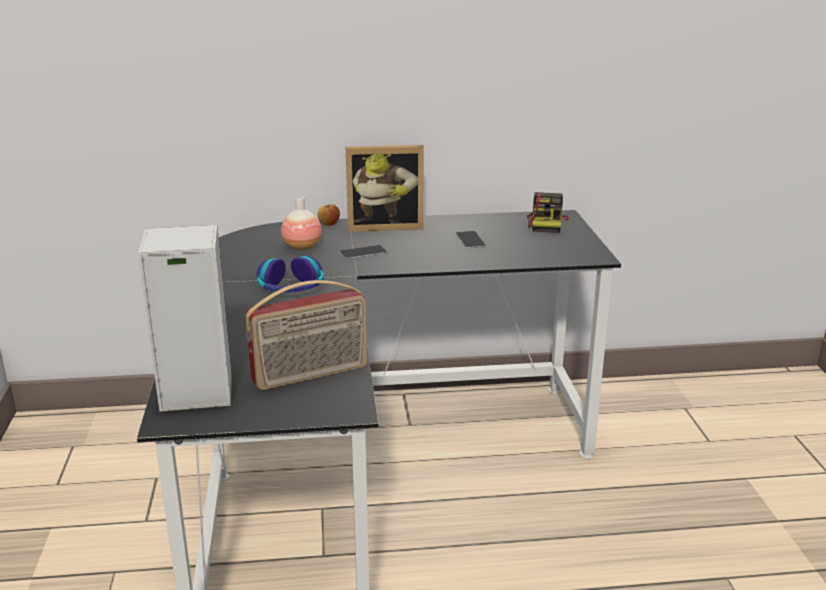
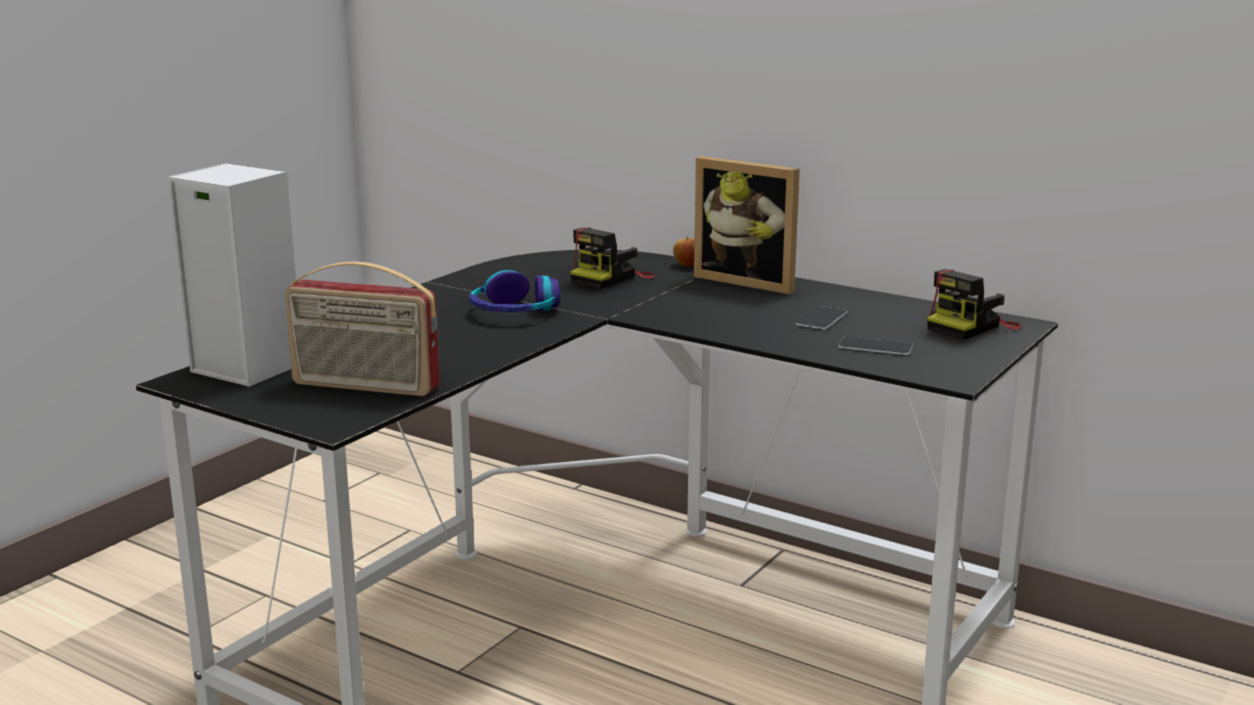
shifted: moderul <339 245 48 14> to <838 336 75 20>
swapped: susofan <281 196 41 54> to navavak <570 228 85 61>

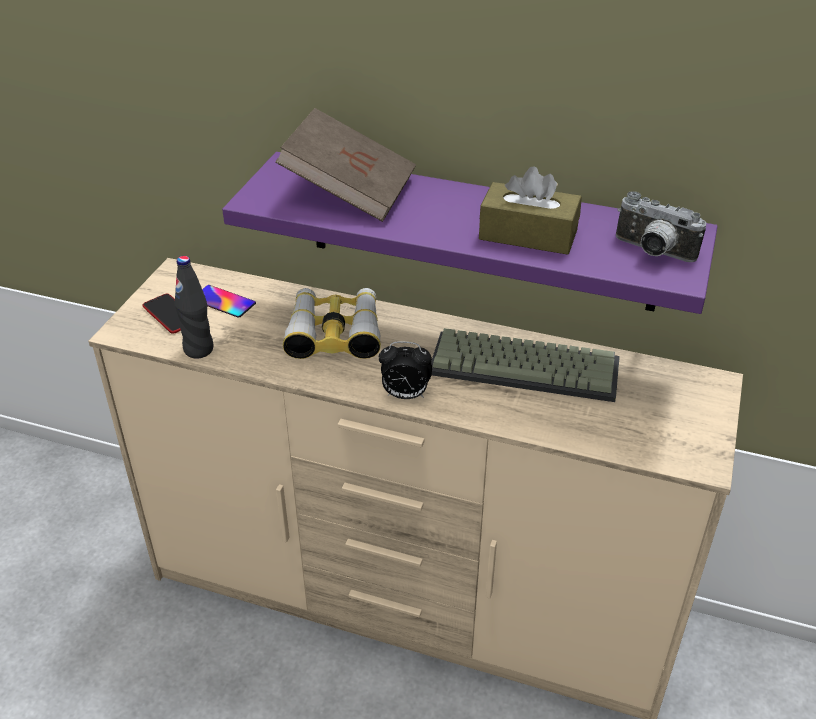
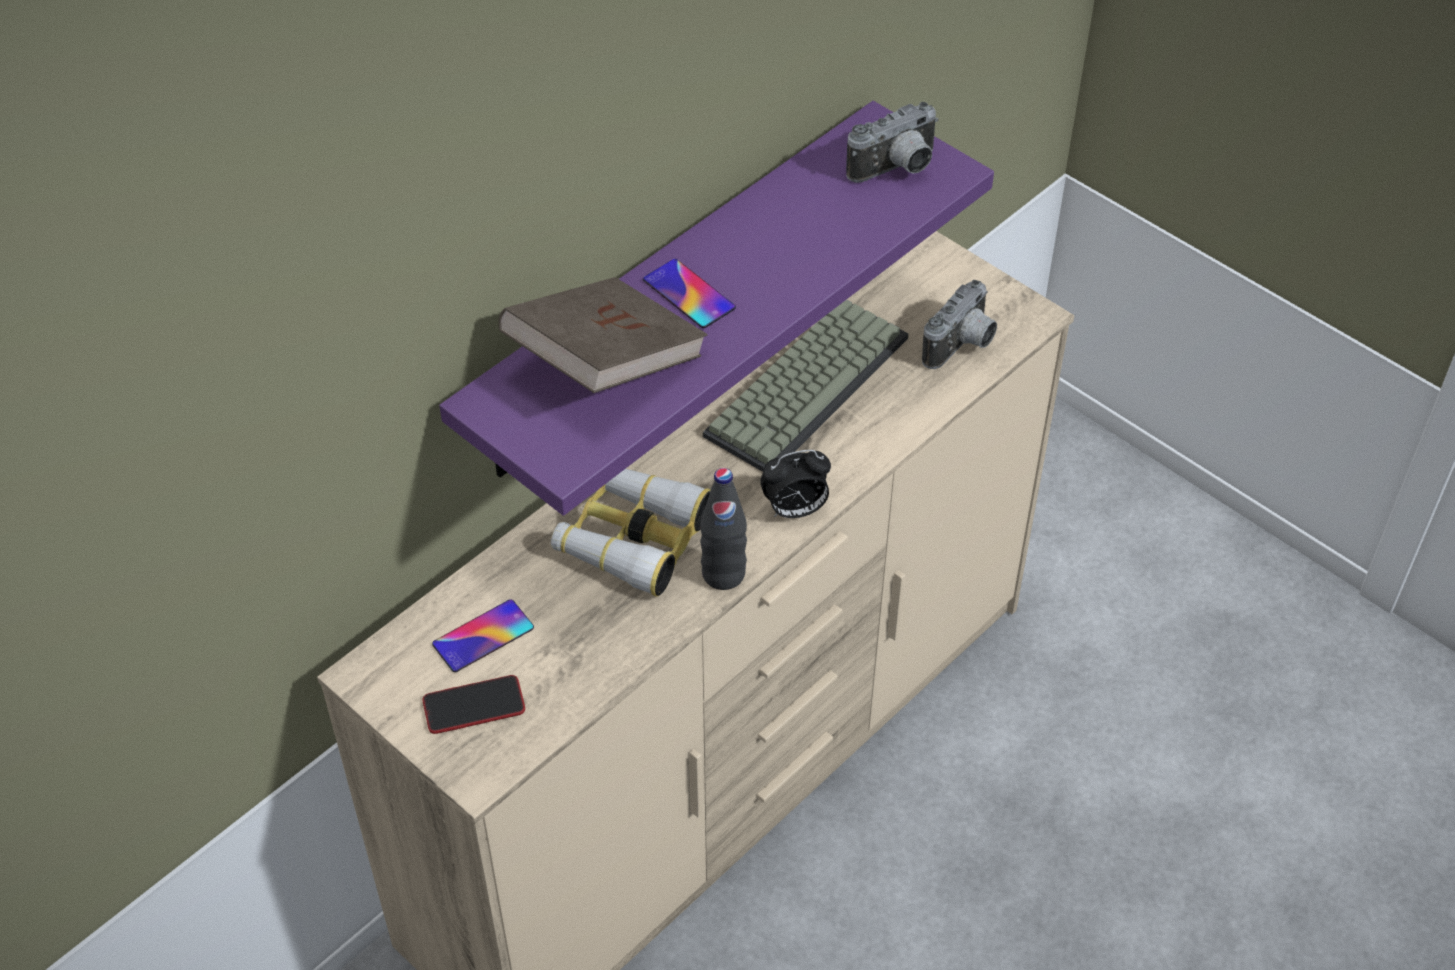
gone: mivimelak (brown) <479 166 103 89>
new: moderul <643 259 93 69>; navavak <922 280 75 89>
shifted: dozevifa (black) <174 256 39 102> to <700 468 47 122>
rotated: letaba <378 341 54 58> = <760 450 71 68> 45 degrees clockwise

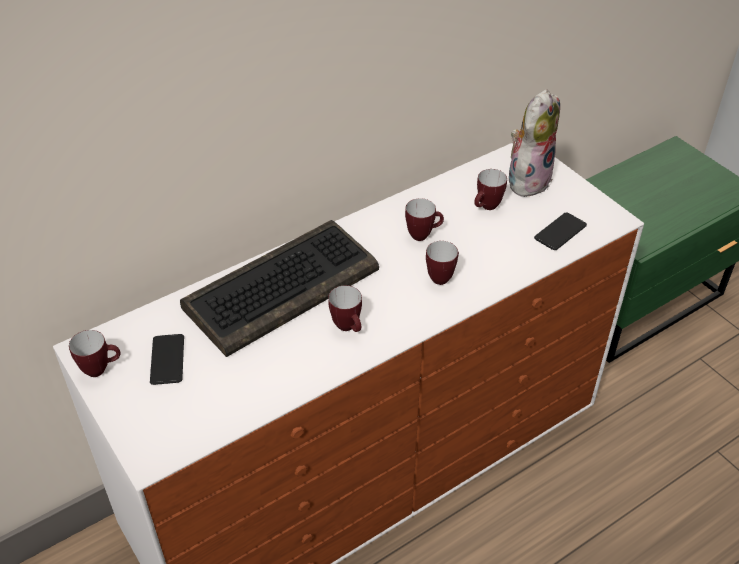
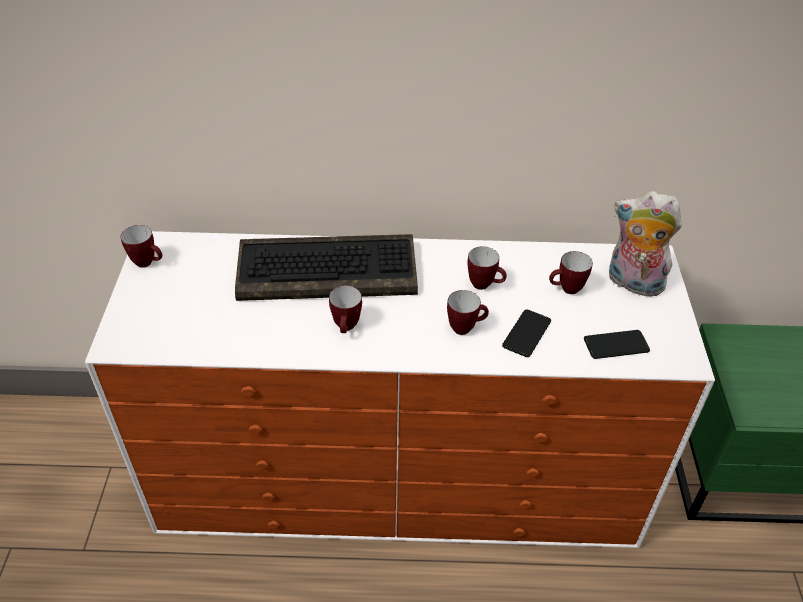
shifted: moderul <150 334 34 51> to <502 310 49 47>
rotated: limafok <509 89 51 108> = <609 191 73 106> 135 degrees counterclockwise

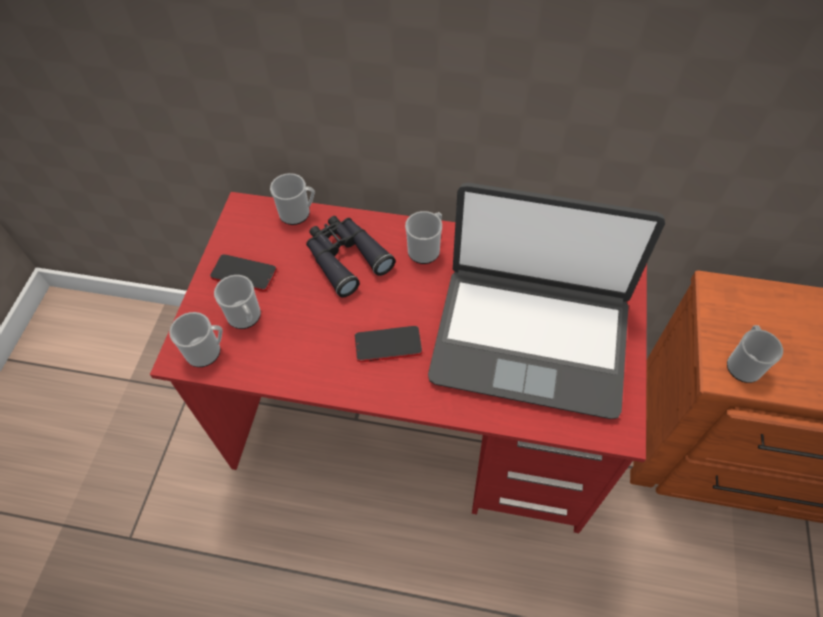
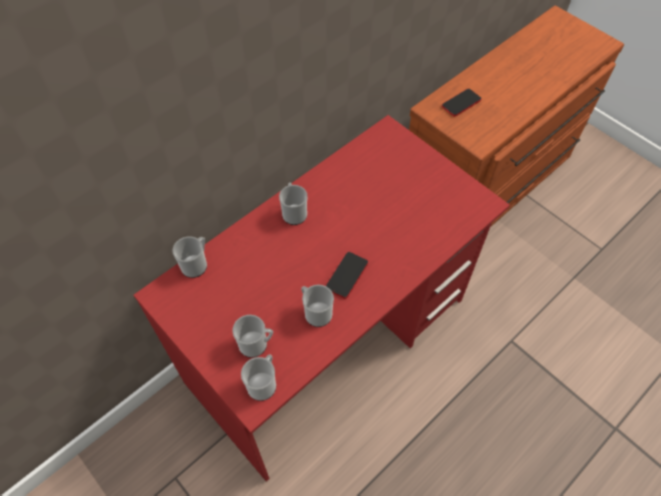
gone: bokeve <428 183 237 236>; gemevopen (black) <306 216 90 82>
shifted: moderul <210 254 67 37> to <442 89 39 28>; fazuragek <727 325 56 58> to <301 285 33 42>

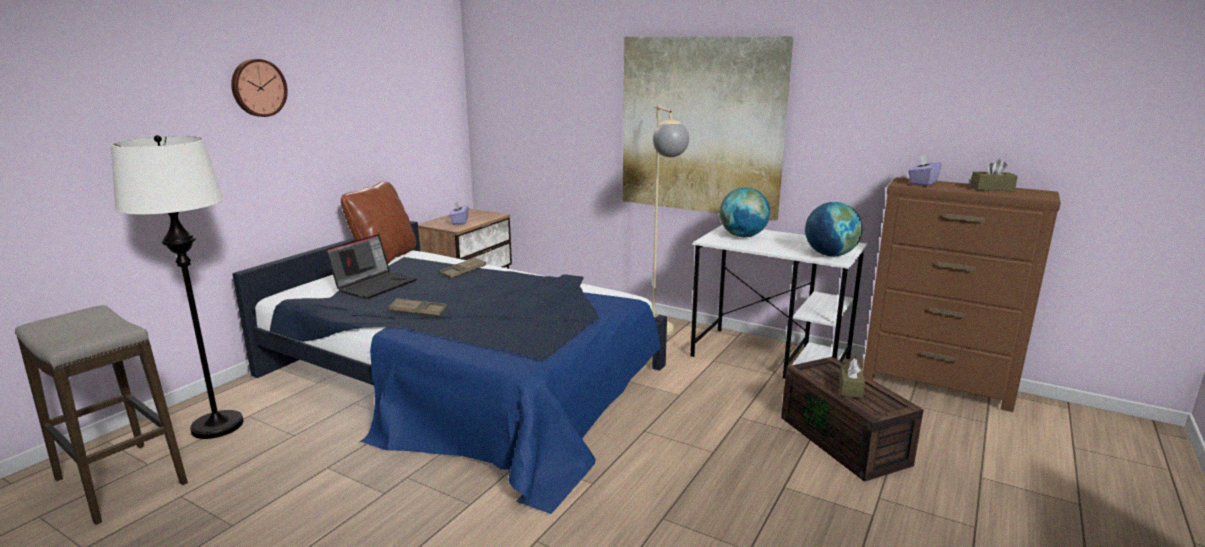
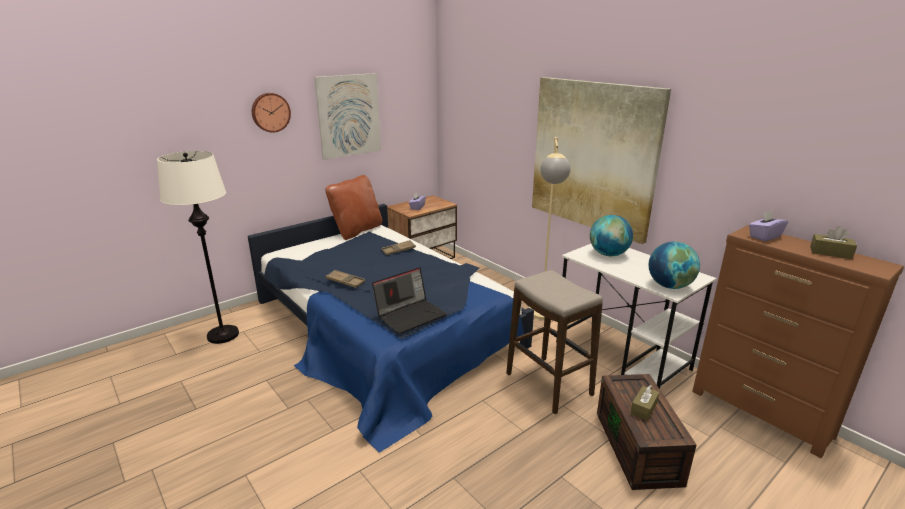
new: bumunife <314 73 67 87>
shifted: bokeve <326 234 91 65> to <372 267 75 67>; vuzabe <15 305 173 220> to <506 270 97 144>

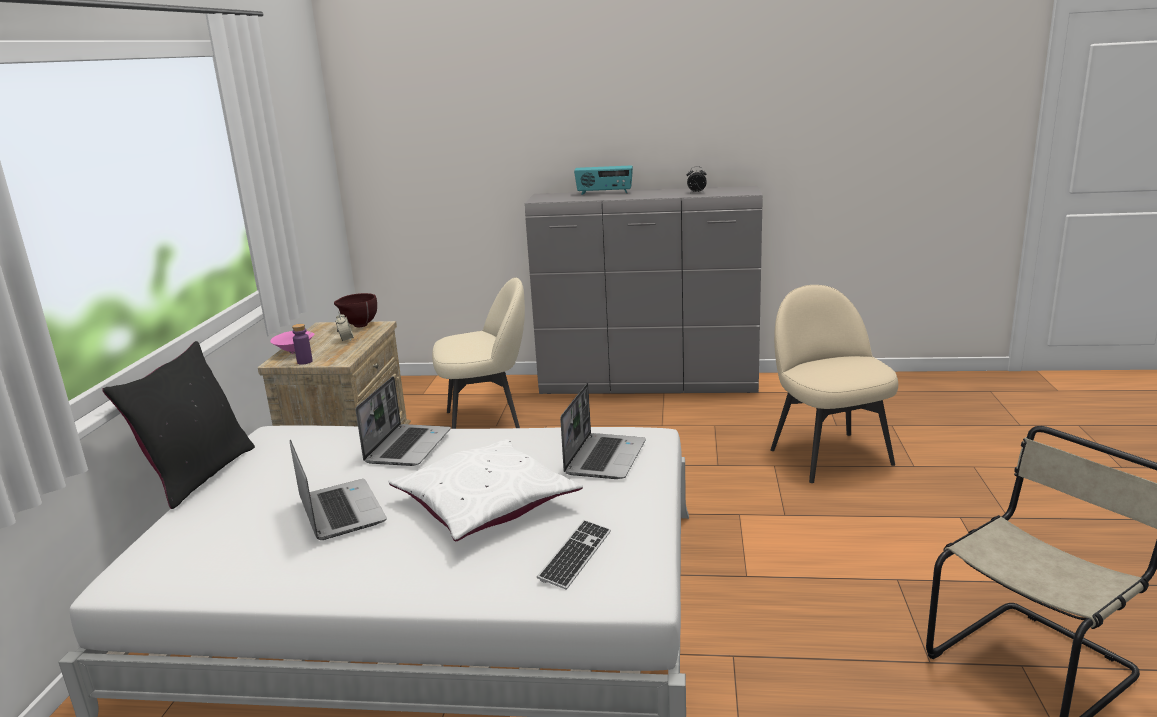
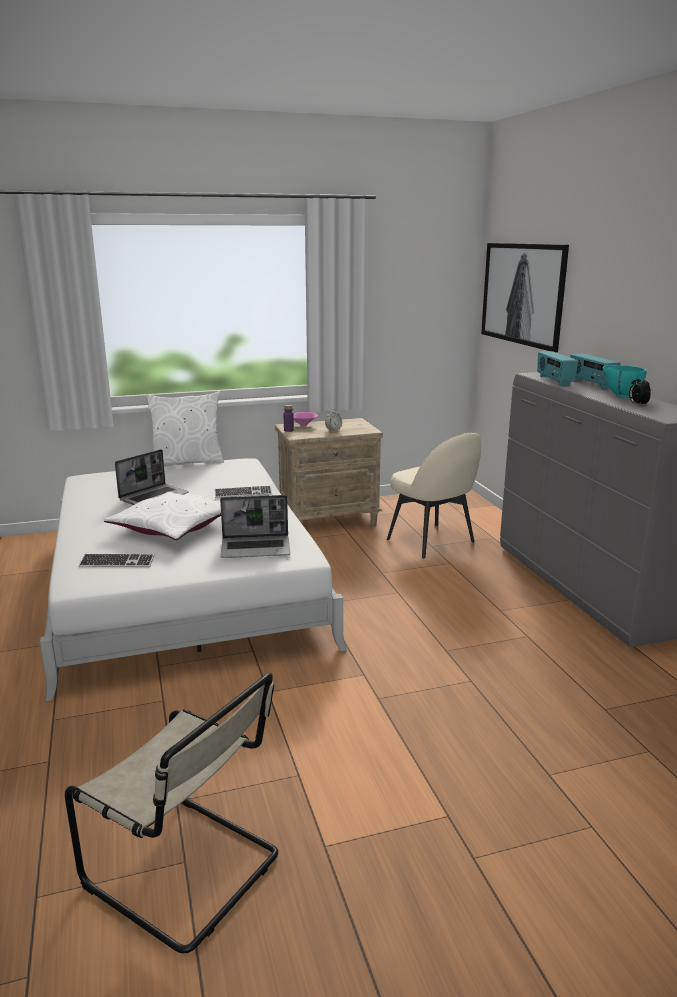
gone: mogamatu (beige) <770 285 128 198>; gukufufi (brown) <334 293 43 34>
new: bumunife <481 243 88 109>; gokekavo <537 351 41 35>; gukufufi (turquoise) <602 365 44 32>
swapped: bokeve <356 376 95 90> to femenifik <215 486 57 12>
repainted: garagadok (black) <102 341 153 168> to garagadok (white) <146 391 78 74>

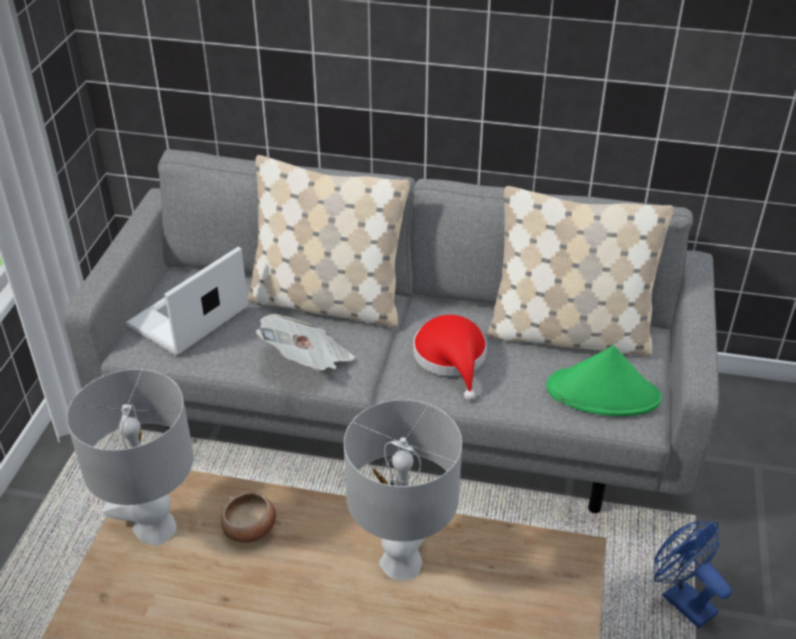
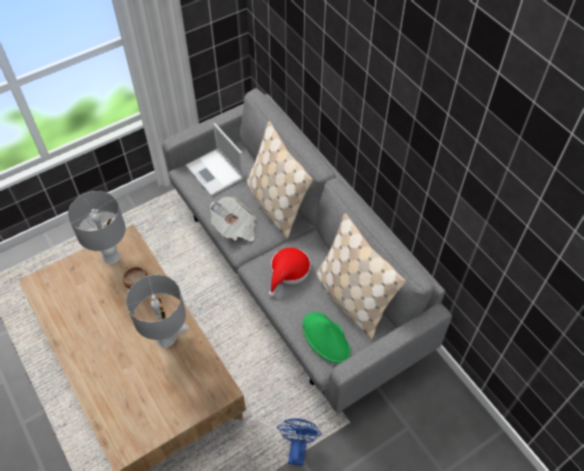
rotated: bokeve <126 246 122 110> = <186 123 58 73> 120 degrees counterclockwise

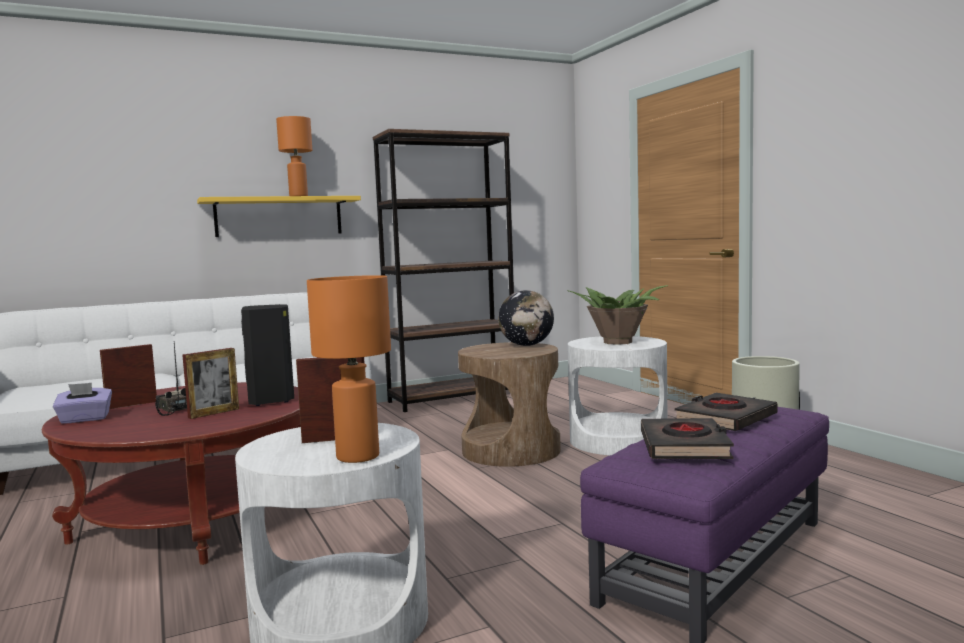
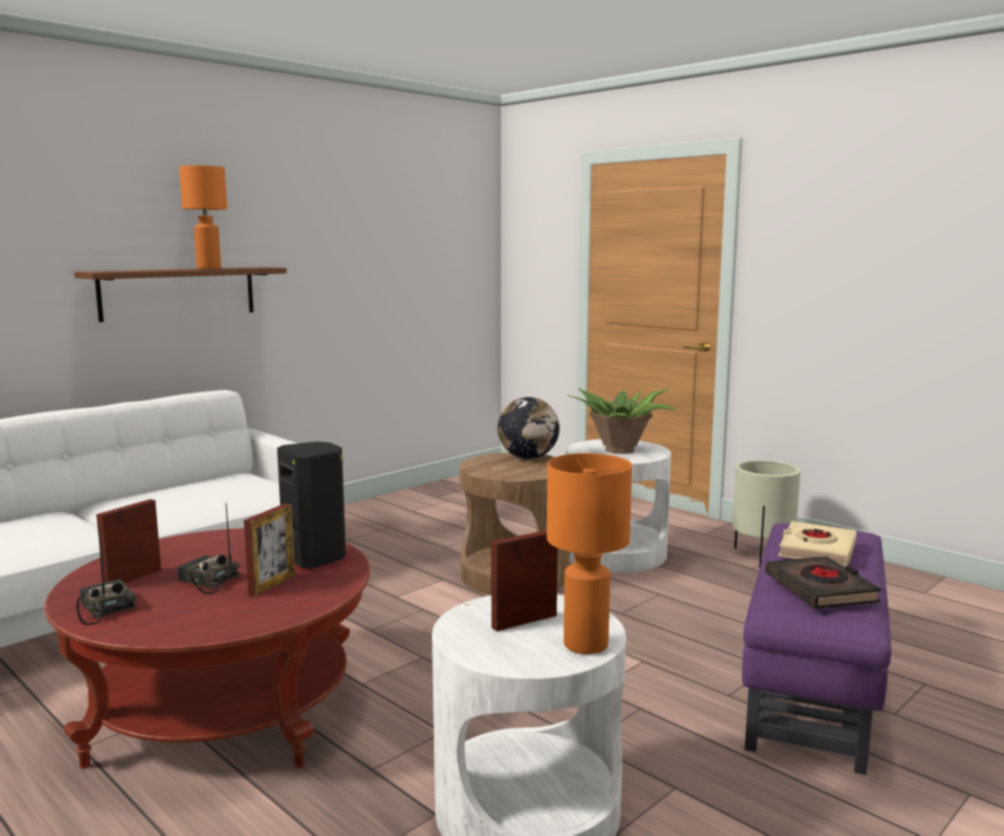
gone: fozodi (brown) <373 129 141 283>
swapped: mivimelak (purple) <53 383 59 41> to gokekavo <76 529 61 96>
repainted: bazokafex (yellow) <197 196 164 41> to bazokafex (brown) <74 267 213 55>; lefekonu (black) <674 393 104 38> to lefekonu (beige) <778 521 79 46>

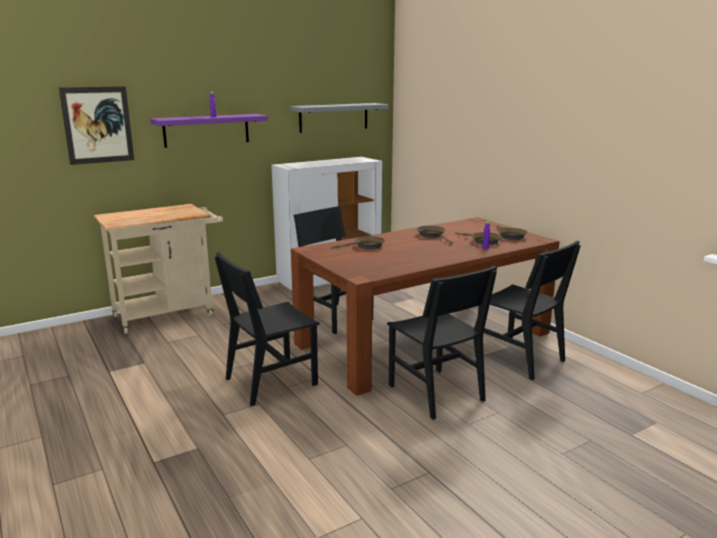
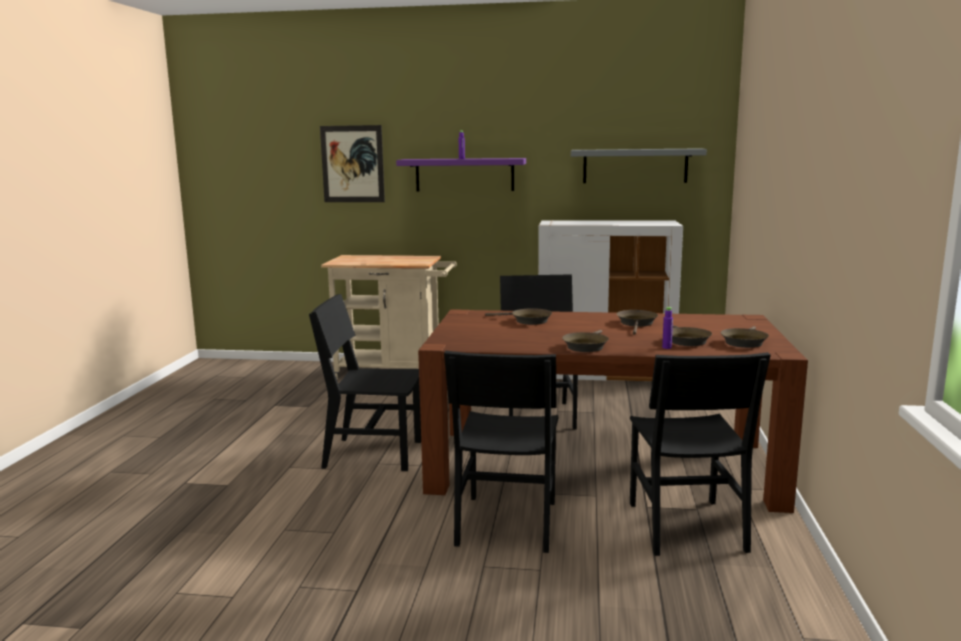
new: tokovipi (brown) <562 330 47 22>

